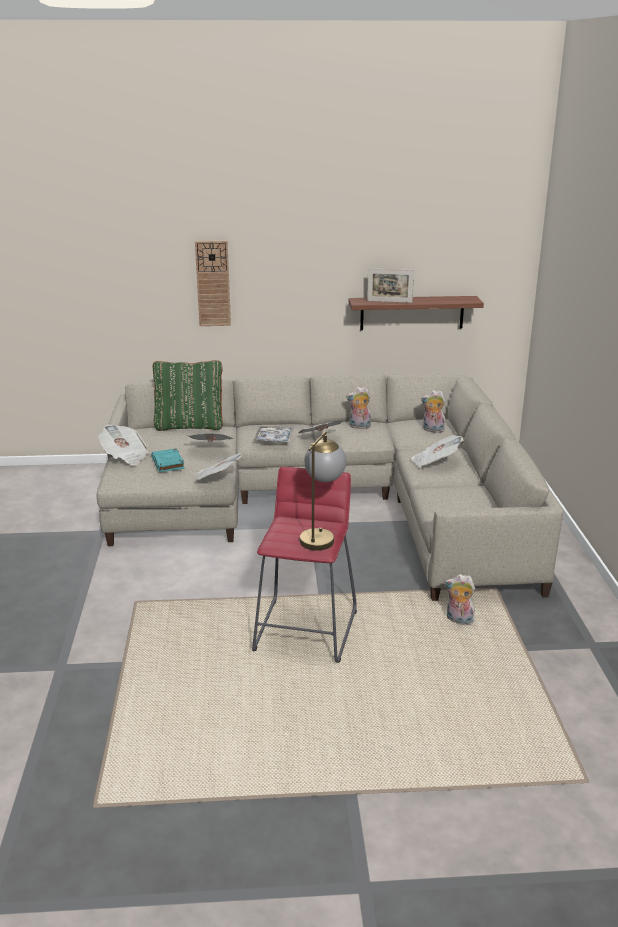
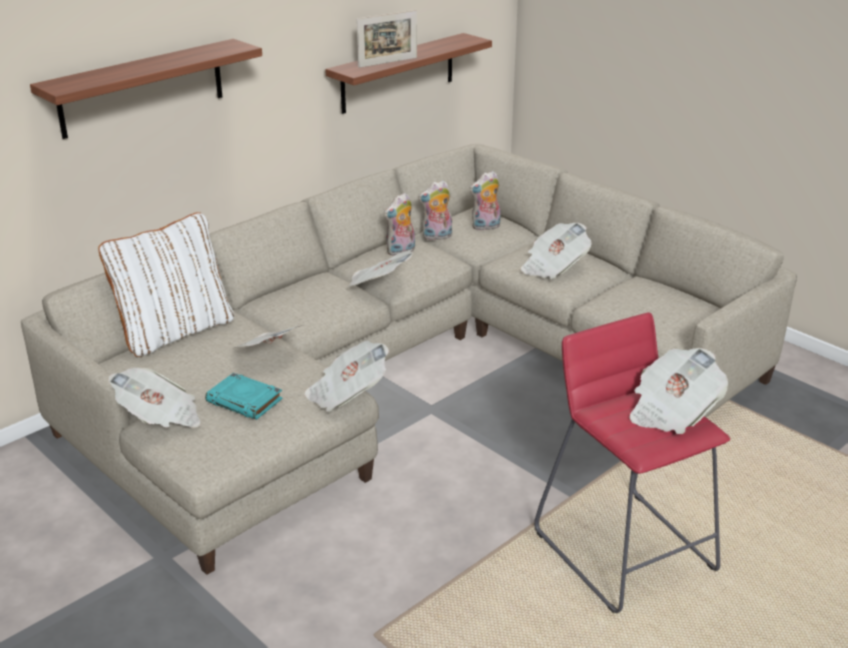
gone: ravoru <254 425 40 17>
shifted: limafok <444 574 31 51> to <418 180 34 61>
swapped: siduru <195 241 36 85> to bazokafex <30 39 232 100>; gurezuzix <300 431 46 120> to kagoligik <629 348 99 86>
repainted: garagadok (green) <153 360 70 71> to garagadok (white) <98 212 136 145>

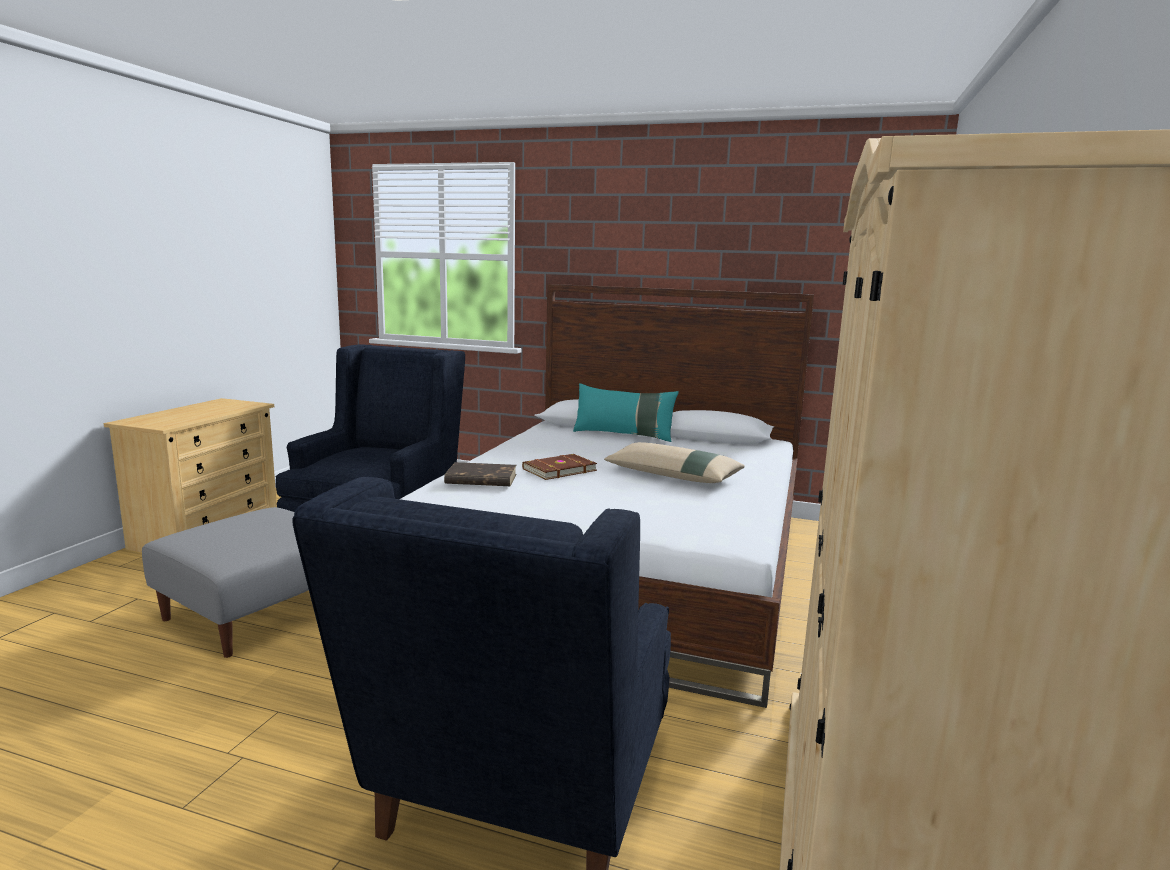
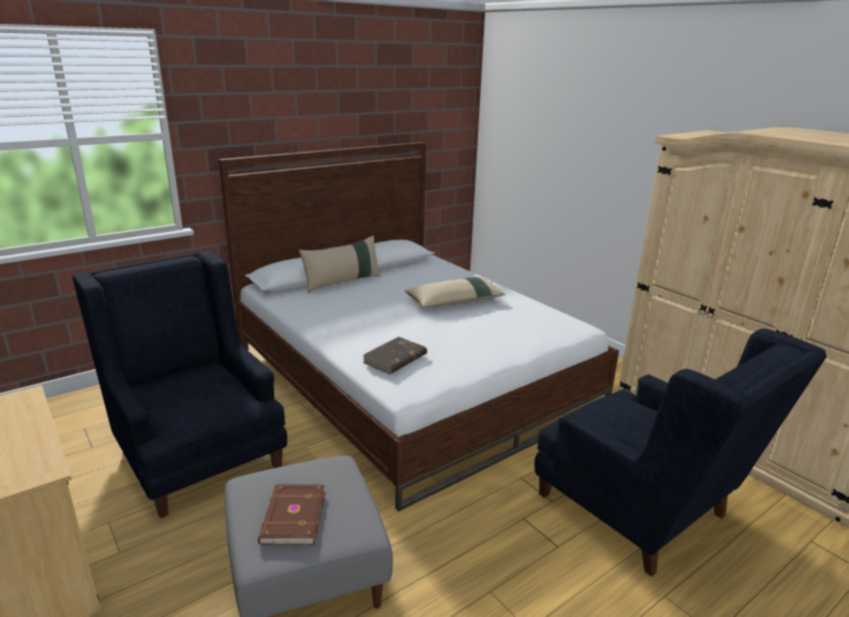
shifted: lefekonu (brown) <522 454 75 26> to <258 484 67 61>
repainted: garagadok (turquoise) <573 383 106 59> to garagadok (beige) <299 236 82 57>

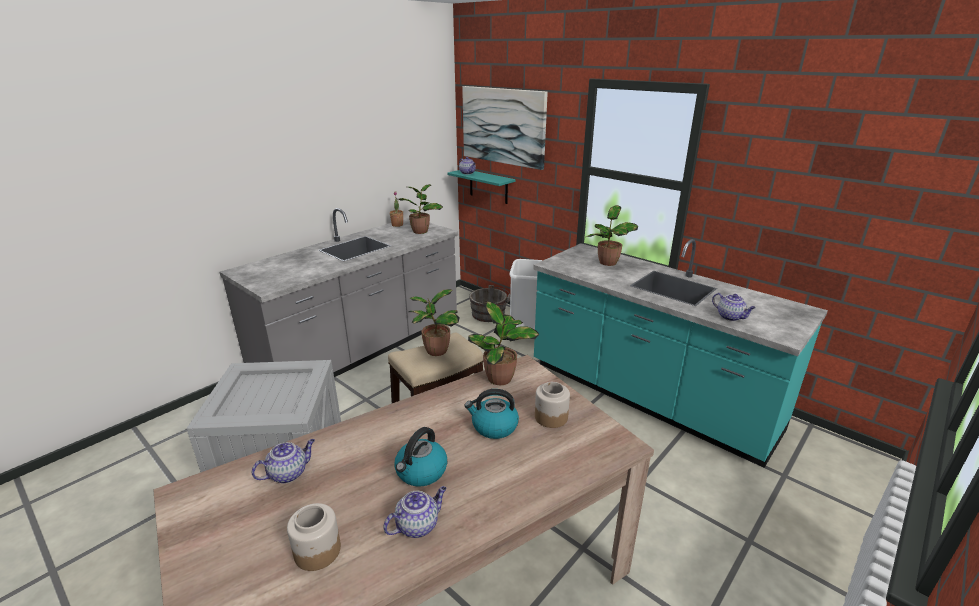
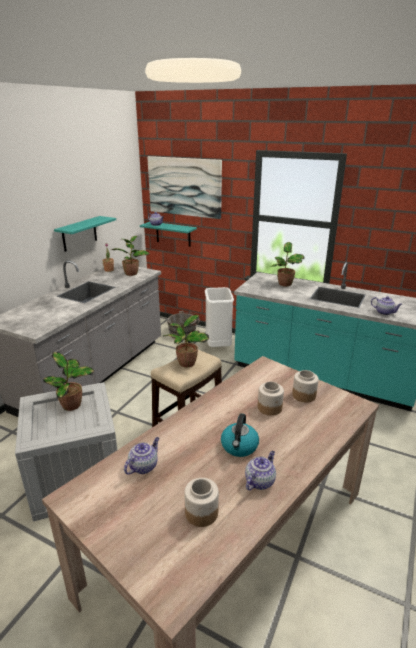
new: bazokafex (turquoise) <54 216 62 36>
shifted: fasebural <468 301 71 84> to <43 352 51 59>
swapped: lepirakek <464 389 55 50> to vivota <258 381 26 35>

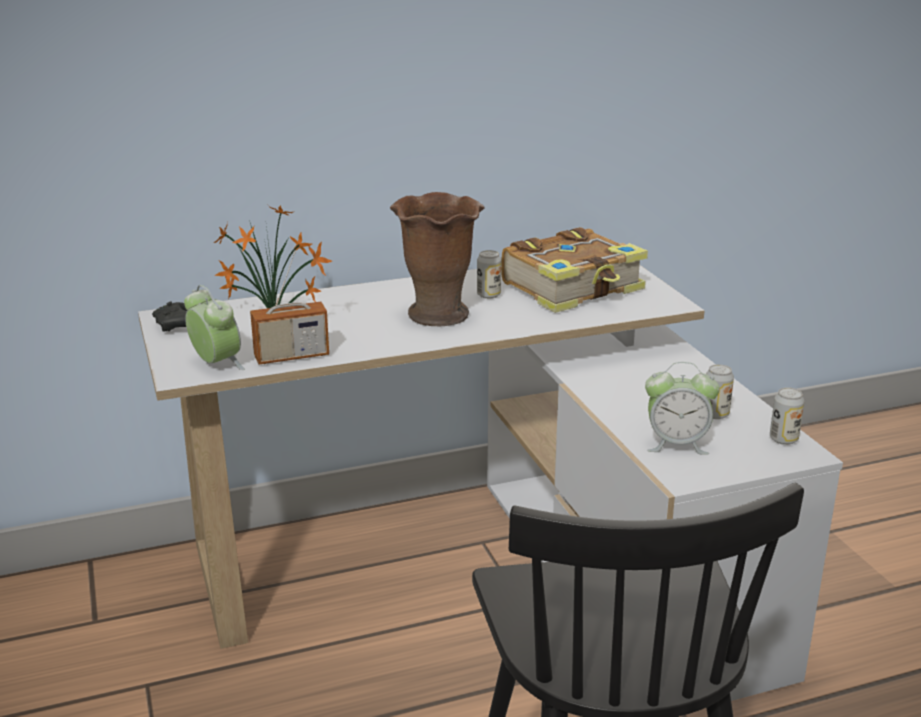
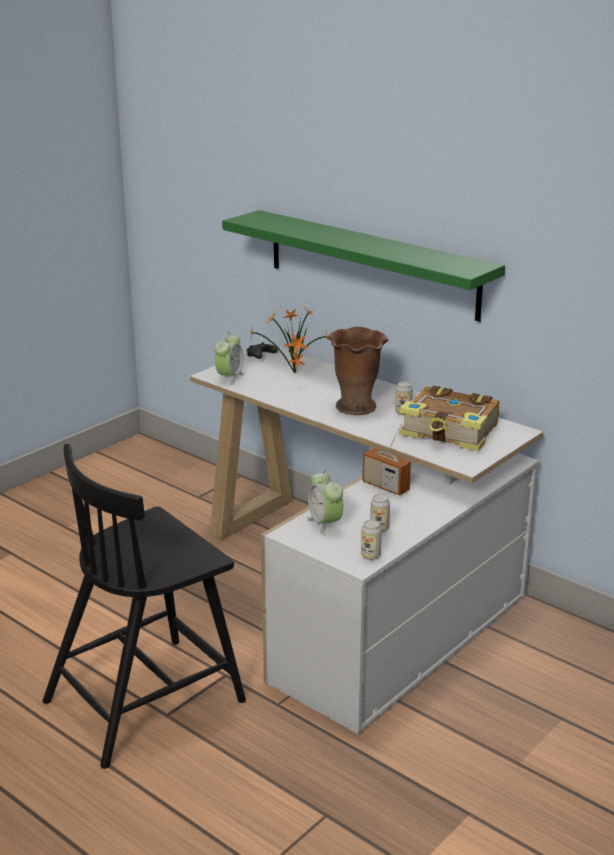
new: bazokafex (green) <222 210 283 112>
shifted: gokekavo <250 251 79 114> to <362 423 49 72>

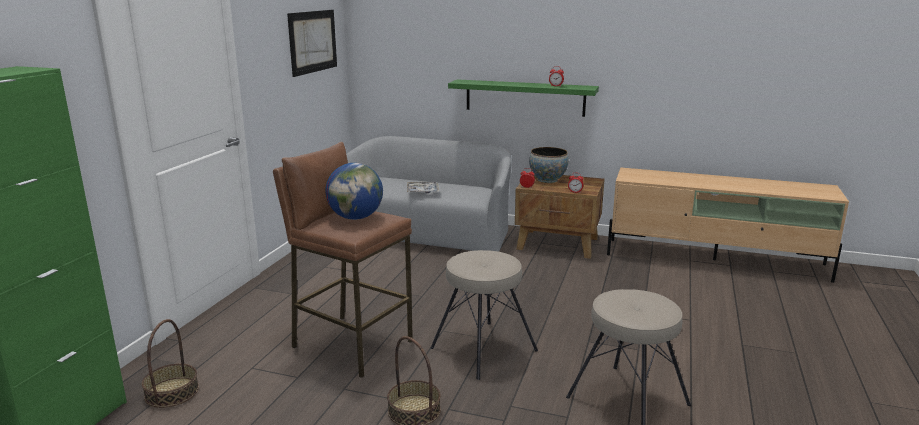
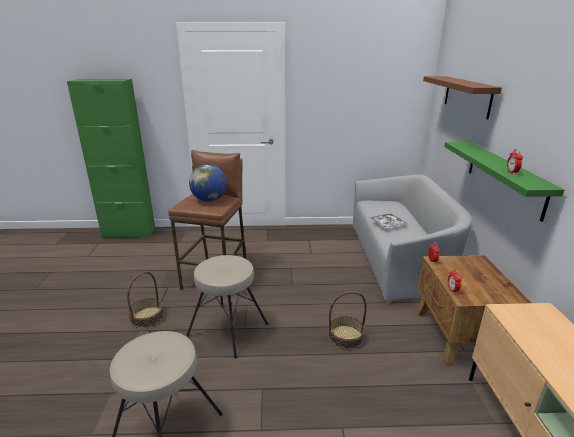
gone: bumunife <287 10 50 67>; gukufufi <529 147 39 36>
new: bazokafex (brown) <423 76 79 43>
shifted: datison <142 319 57 89> to <328 291 39 59>

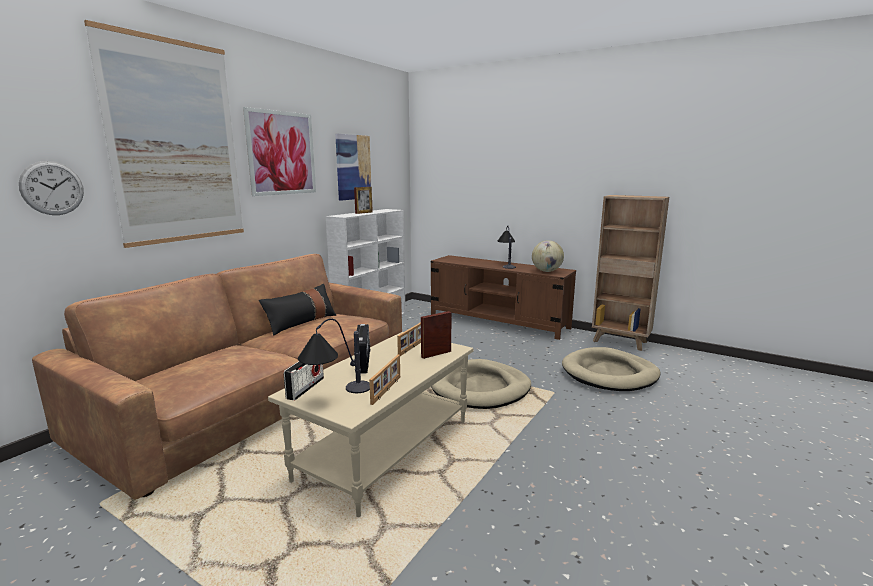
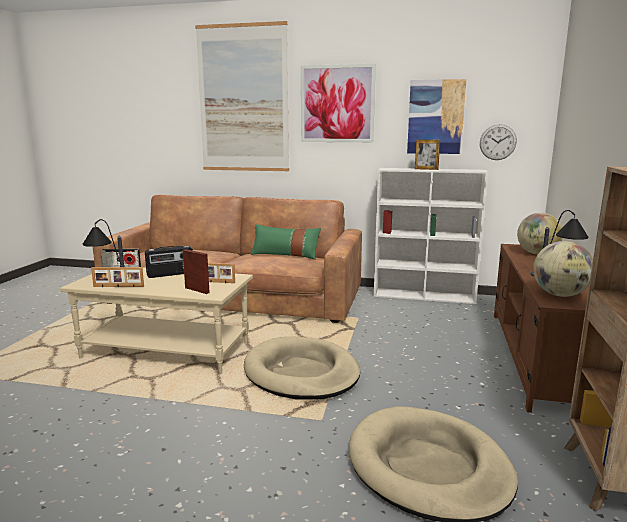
new: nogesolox <517 213 46 41>
shifted: siduru <19 161 65 54> to <480 124 37 36>
repainted: garagadok (black) <259 284 77 52> to garagadok (green) <251 224 70 36>

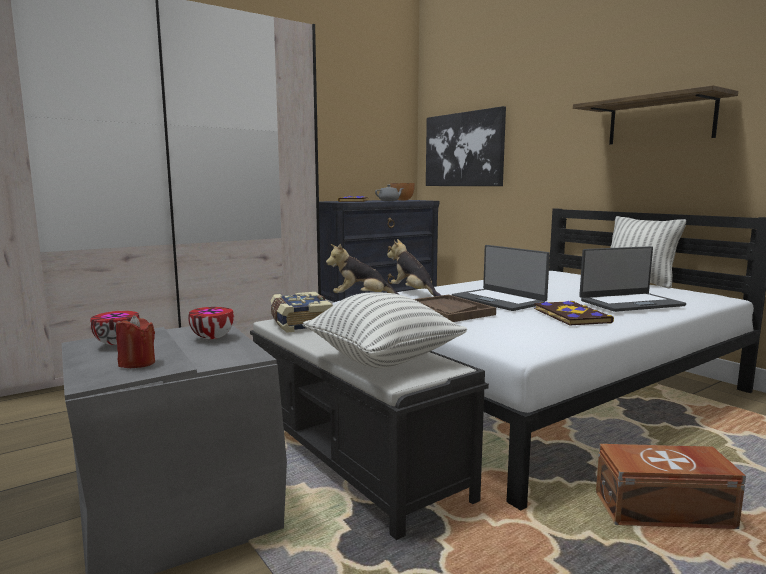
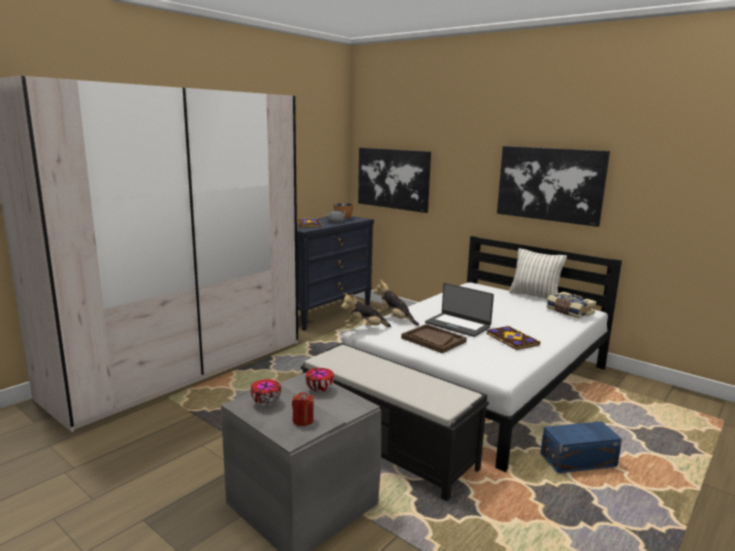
gone: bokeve <579 246 107 66>; garagadok <303 293 164 75>
shifted: lefekonu <270 292 63 41> to <546 292 50 27>
swapped: bazokafex <573 85 165 59> to bumunife <497 146 113 81>
repainted: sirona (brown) <596 444 150 85> to sirona (blue) <540 421 82 53>

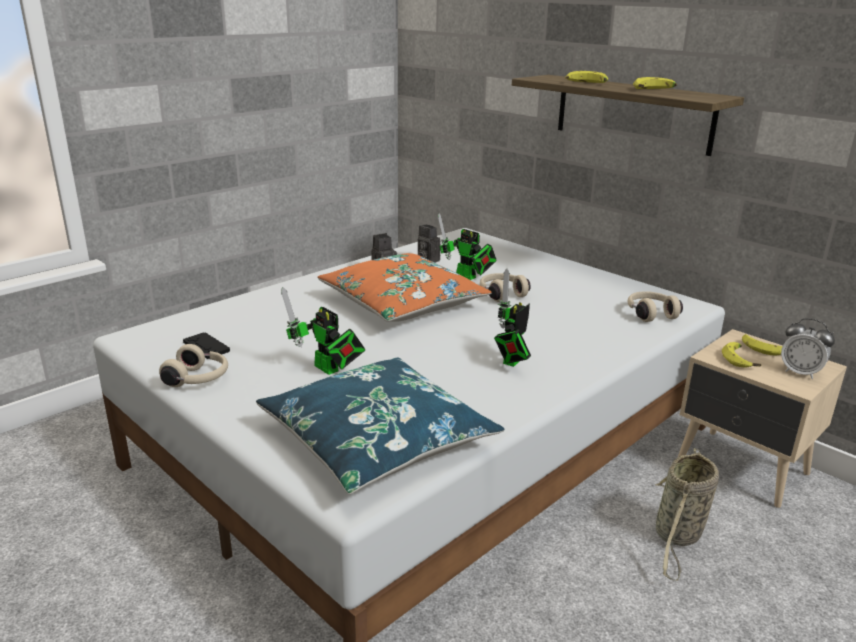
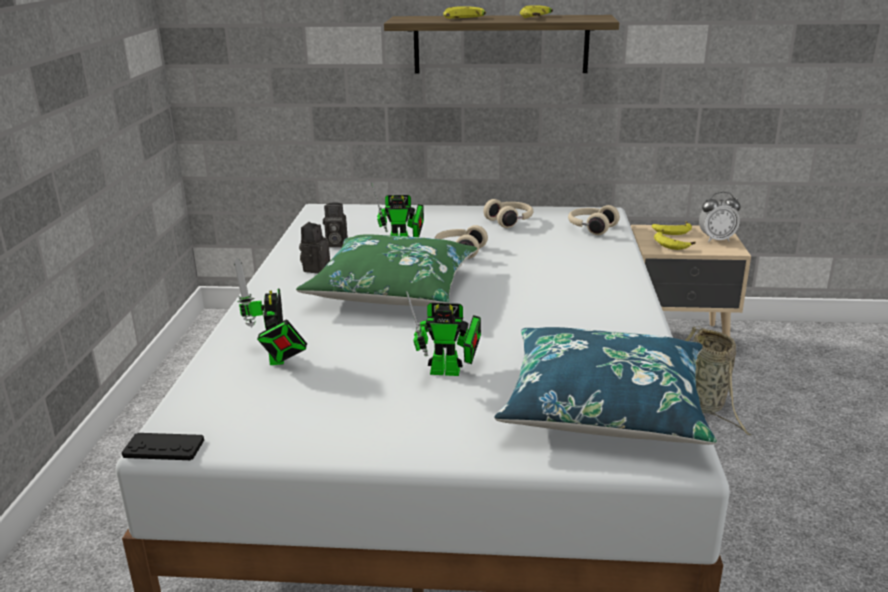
shifted: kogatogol <494 269 37 98> to <234 258 73 107>; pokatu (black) <183 332 47 27> to <122 433 82 27>; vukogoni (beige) <159 344 69 43> to <484 199 49 29>
repainted: garagadok (orange) <318 253 174 69> to garagadok (green) <296 234 182 72>

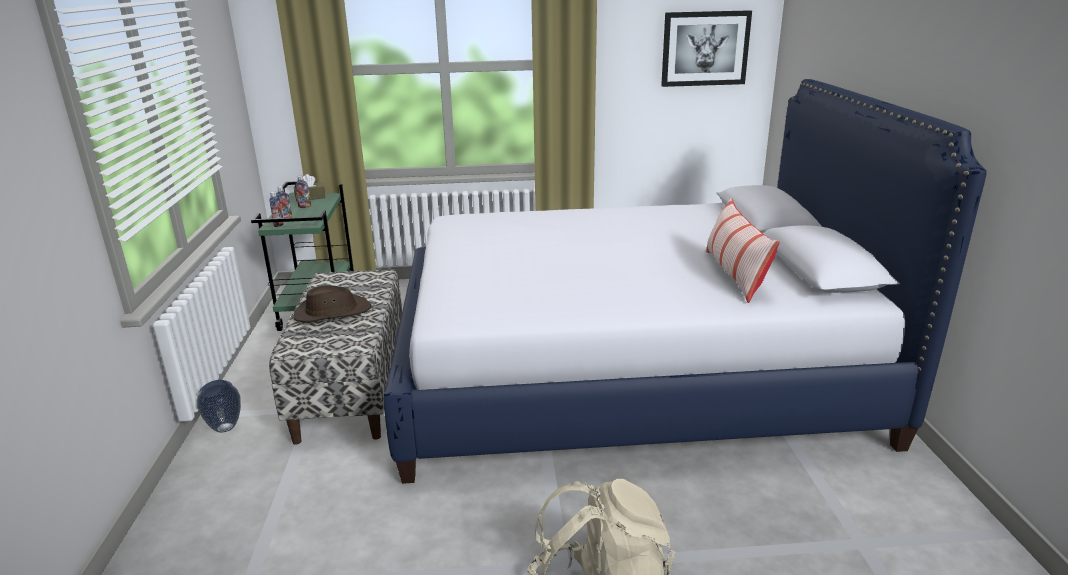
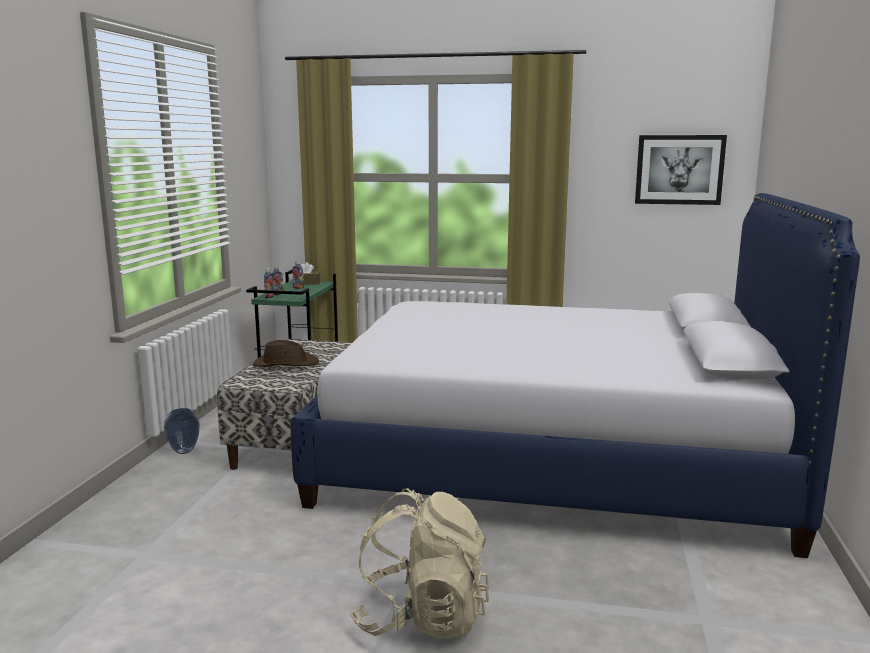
gone: garagadok <705 198 75 105>

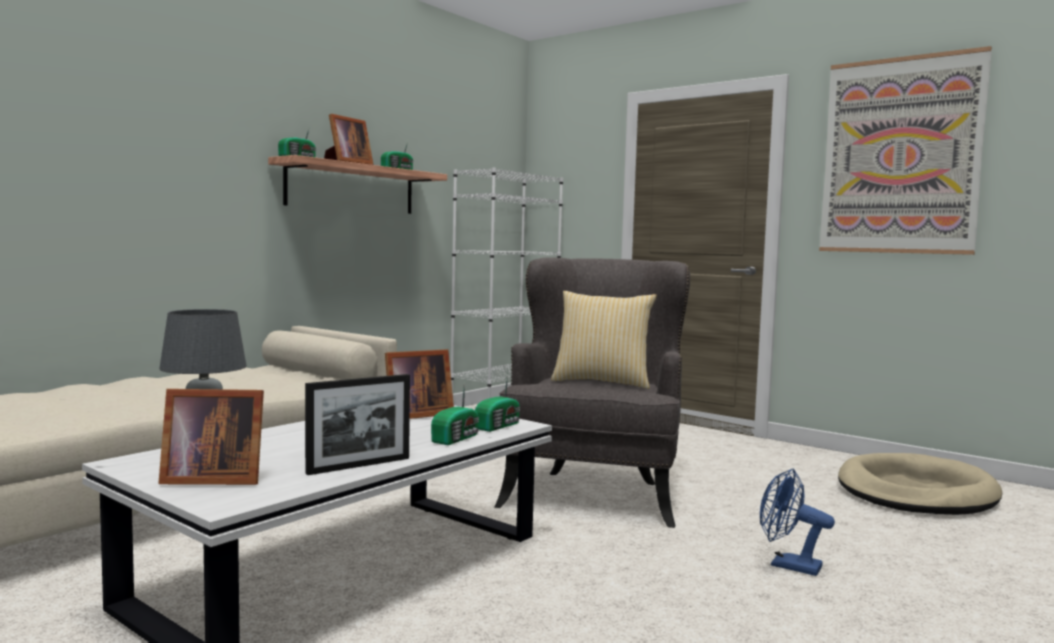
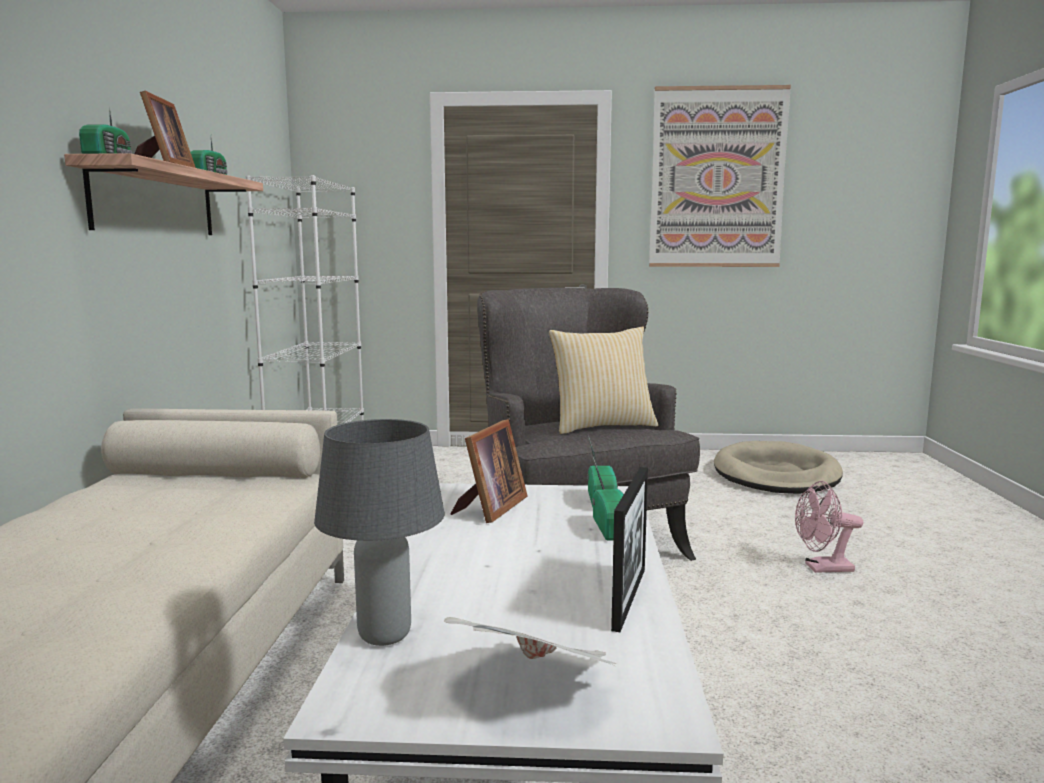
swapped: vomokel <158 389 106 96> to kagoligik <444 617 172 49>
repainted: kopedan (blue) <760 468 75 108> to kopedan (pink) <795 481 68 92>

